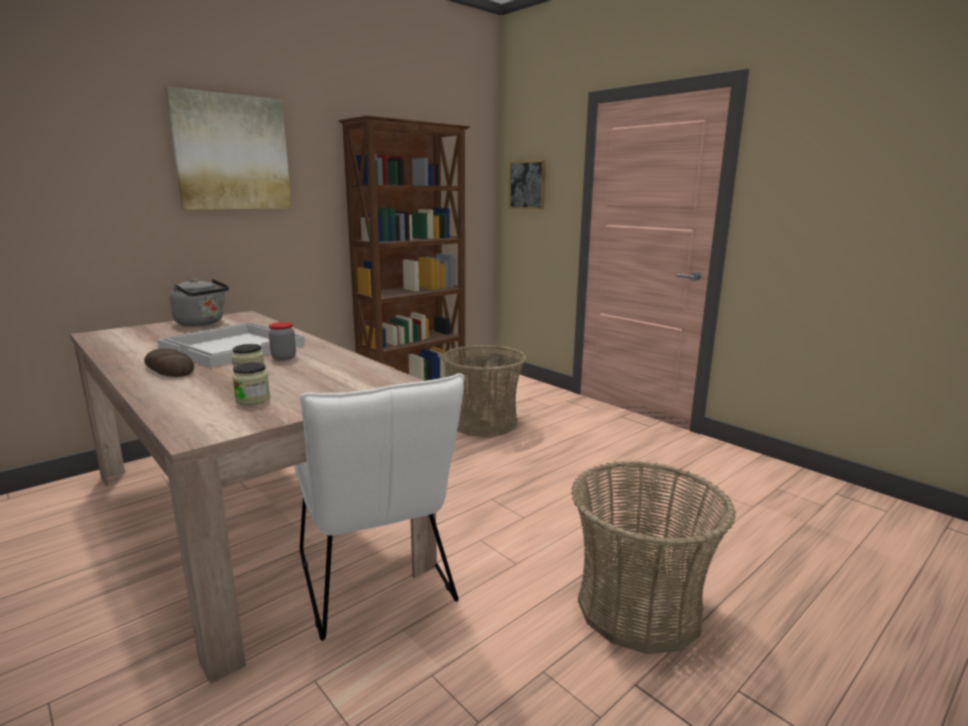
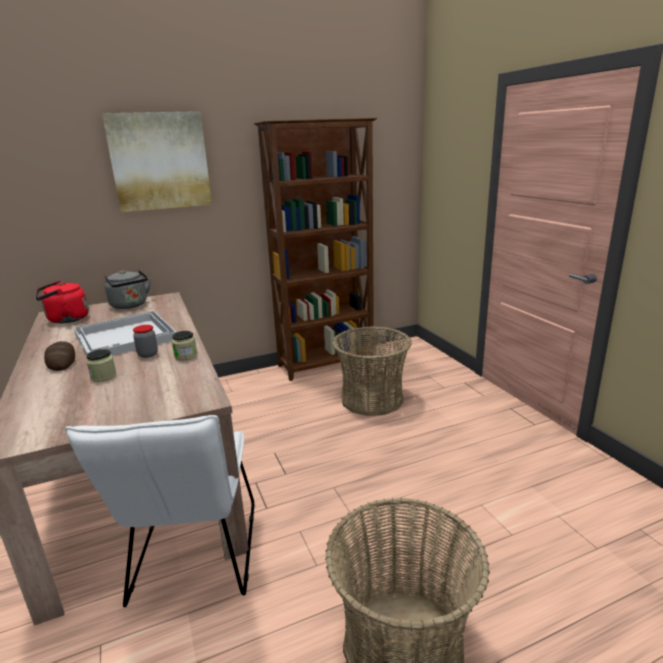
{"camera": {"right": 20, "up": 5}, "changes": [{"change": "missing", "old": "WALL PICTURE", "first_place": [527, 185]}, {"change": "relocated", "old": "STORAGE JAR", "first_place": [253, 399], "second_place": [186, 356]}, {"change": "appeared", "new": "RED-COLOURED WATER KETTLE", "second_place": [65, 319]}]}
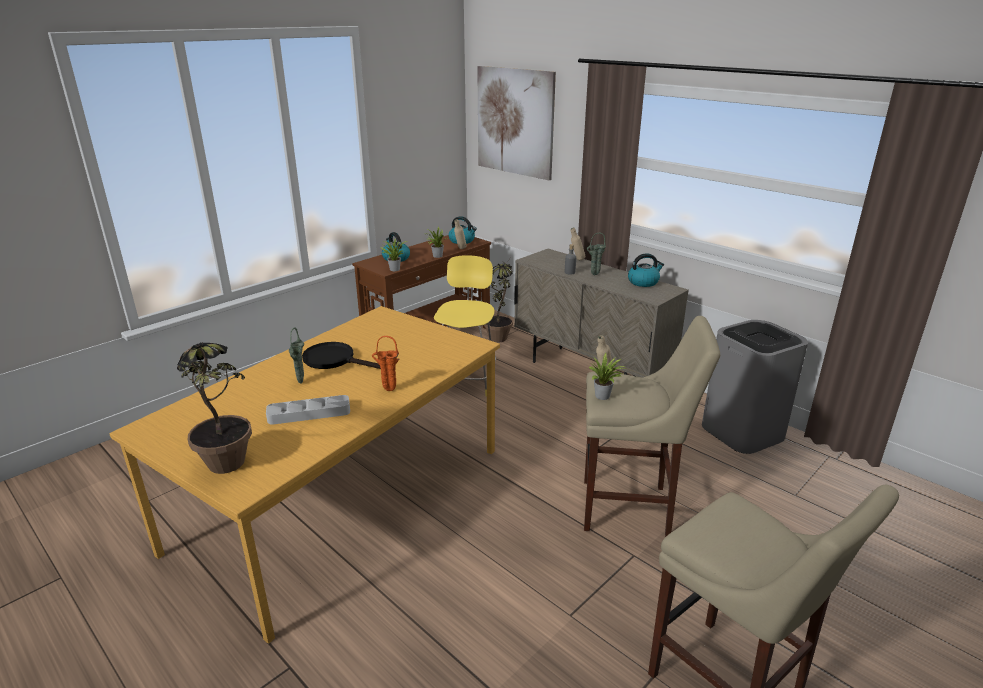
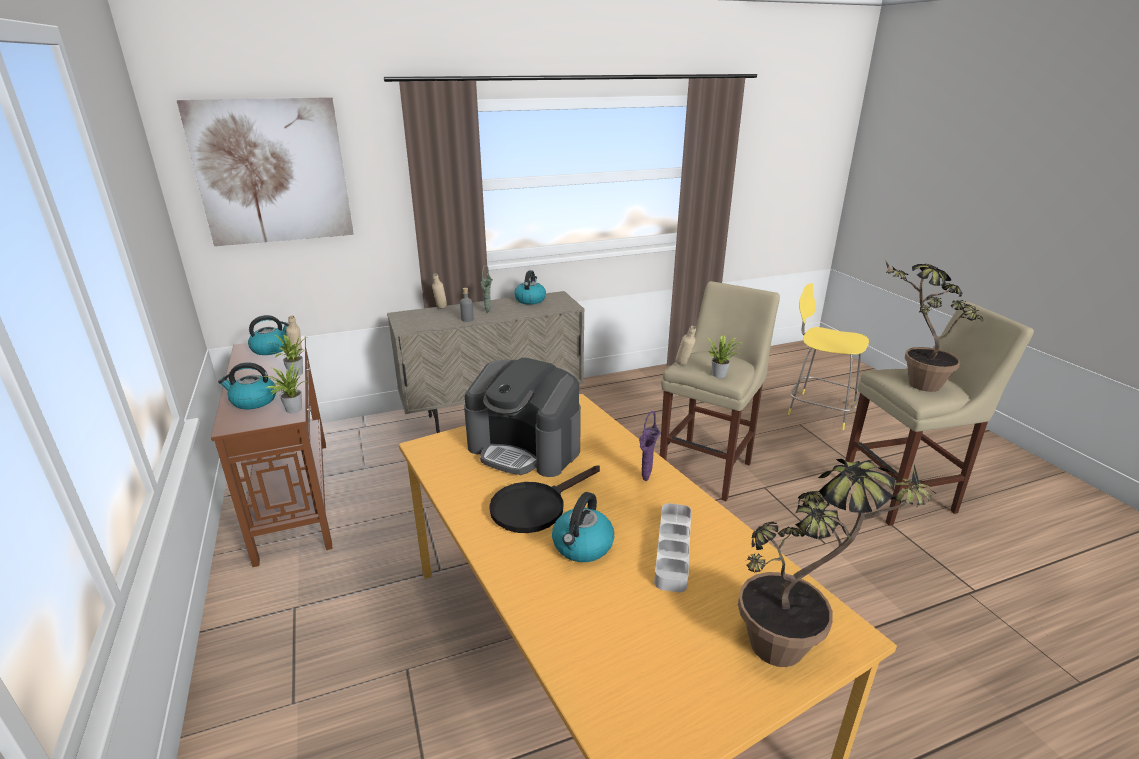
{"camera": {"right": -65, "up": 0}, "changes": [{"change": "relocated", "old": "YELLOW SITTING STOOL", "first_place": [466, 380], "second_place": [818, 410]}, {"change": "relocated", "old": "HOUSEPLANT", "first_place": [500, 335], "second_place": [912, 381]}, {"change": "missing", "old": "GREY RUBBISH BIN", "first_place": [743, 432]}, {"change": "exchanged", "old": "GREEN DECORATIVE VASE", "new": "WATER KETTLE", "first_place": [301, 383], "second_place": [582, 546]}, {"change": "colour", "old": "ORANGE DECORATIVE VASE", "new": "PURPLE DECORATIVE VASE", "first_place": [388, 390], "second_place": [645, 480]}, {"change": "appeared", "new": "COFFEE MACHINE", "second_place": [525, 448]}]}
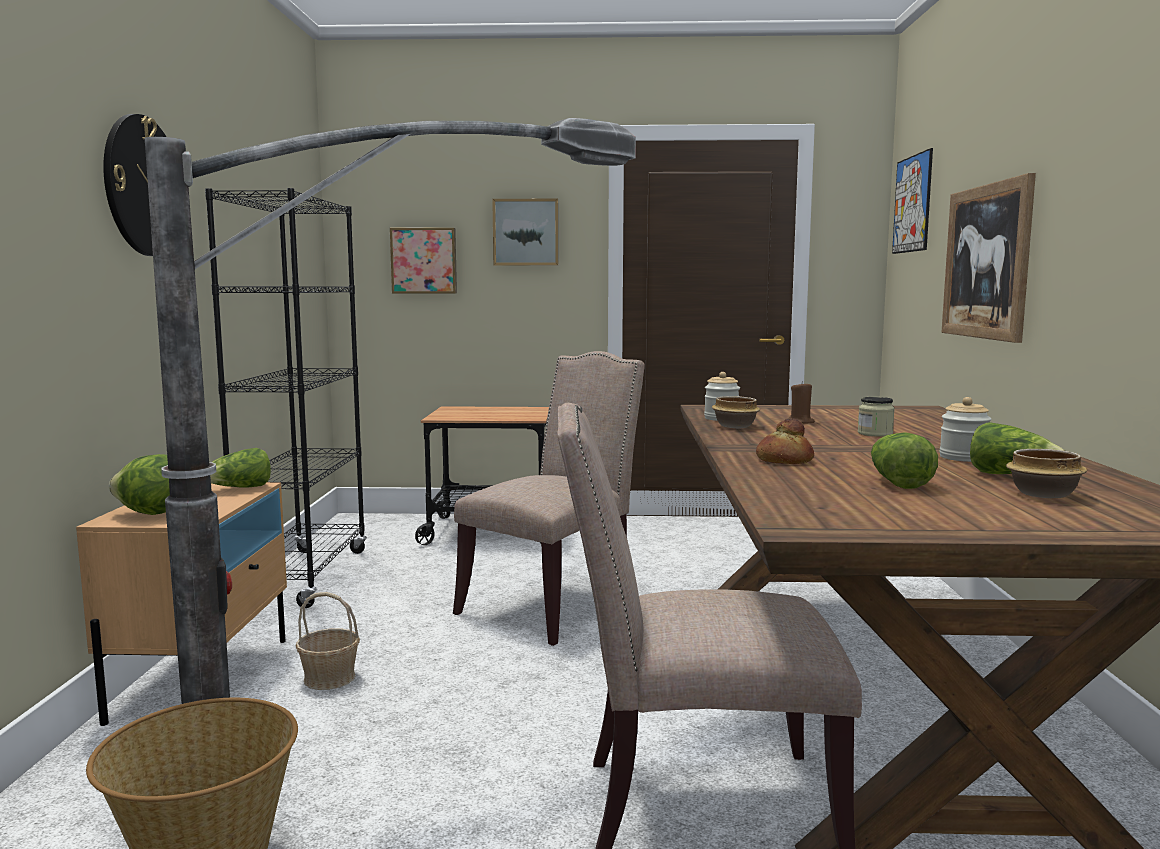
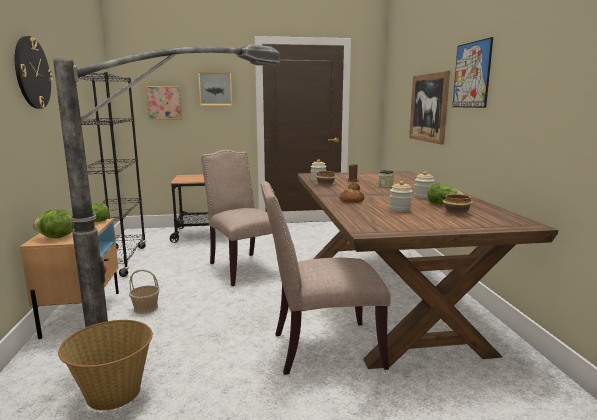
{"camera": {"right": -10, "up": 5}, "changes": [{"change": "relocated", "old": "WALL PICTURE", "first_place": [912, 204], "second_place": [471, 75]}, {"change": "spun", "old": "BEIGE PLAIN CHAIR", "first_place": [553, 604], "second_place": [243, 267], "degrees": -60}, {"change": "exchanged", "old": "HEAD OF LETTUCE", "new": "STORAGE JAR", "first_place": [897, 482], "second_place": [400, 209]}]}
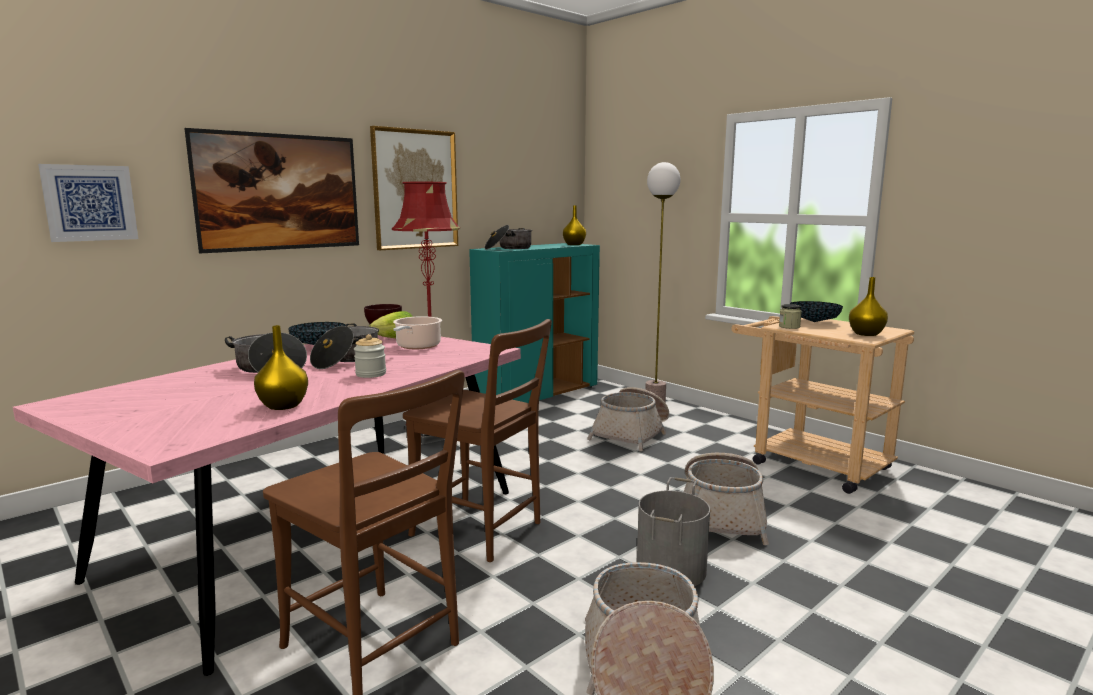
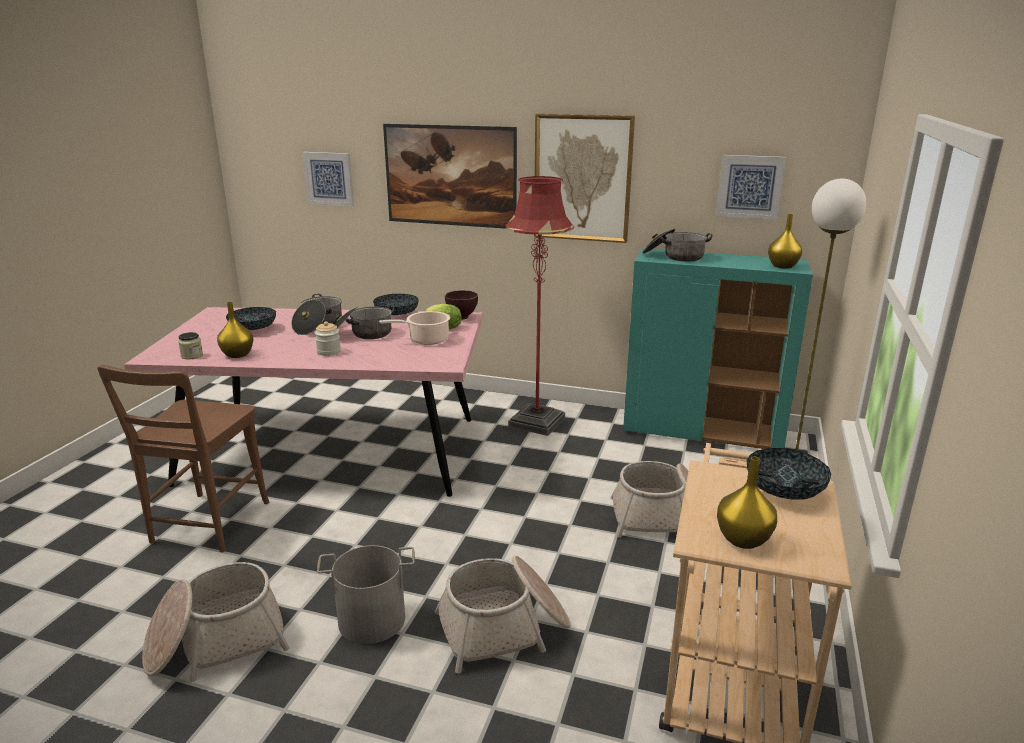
{"camera": {"right": 60, "up": 10}, "changes": [{"change": "relocated", "old": "STORAGE JAR", "first_place": [789, 327], "second_place": [192, 356]}, {"change": "missing", "old": "BROWN-COLOURED PLAIN CHAIR", "first_place": [482, 531]}, {"change": "appeared", "new": "WALL PICTURE", "second_place": [750, 186]}, {"change": "appeared", "new": "BOWL", "second_place": [253, 330]}]}
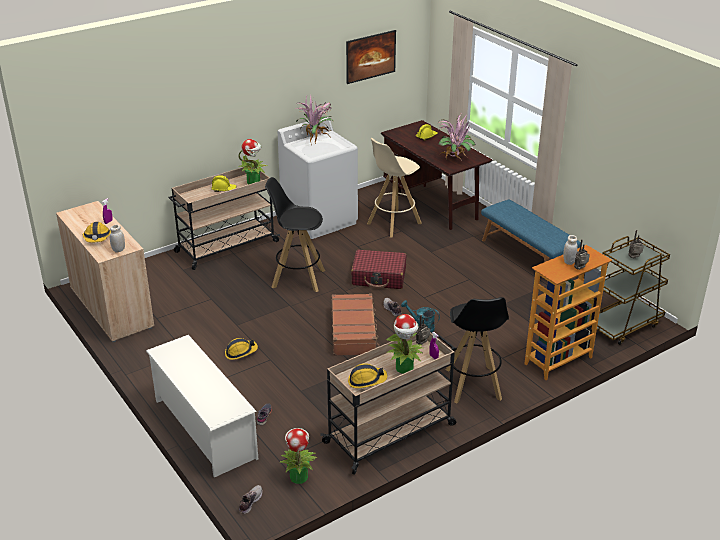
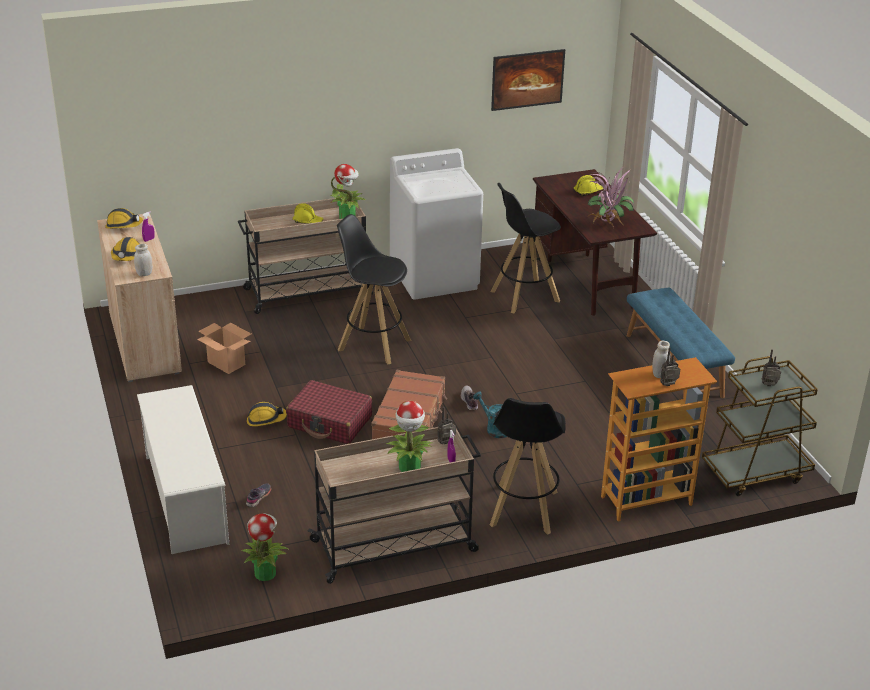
{"camera": {"right": 15, "up": 0}, "changes": [{"change": "missing", "old": "HOUSEPLANT", "first_place": [316, 139]}, {"change": "colour", "old": "BEIGE SITTING STOOL", "new": "BLACK SITTING STOOL", "first_place": [393, 223], "second_place": [524, 296]}, {"change": "relocated", "old": "RED-COLOURED PIECE OF LUGGAGE", "first_place": [379, 277], "second_place": [330, 422]}, {"change": "relocated", "old": "HARD HAT", "first_place": [366, 380], "second_place": [123, 225]}, {"change": "missing", "old": "LOW SHOE", "first_place": [250, 502]}, {"change": "appeared", "new": "CARTON", "second_place": [226, 363]}]}
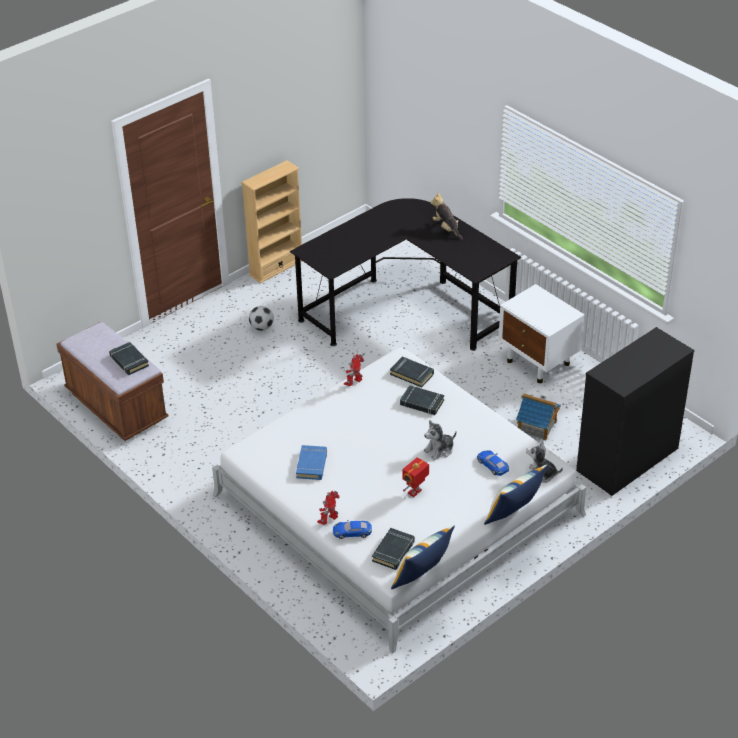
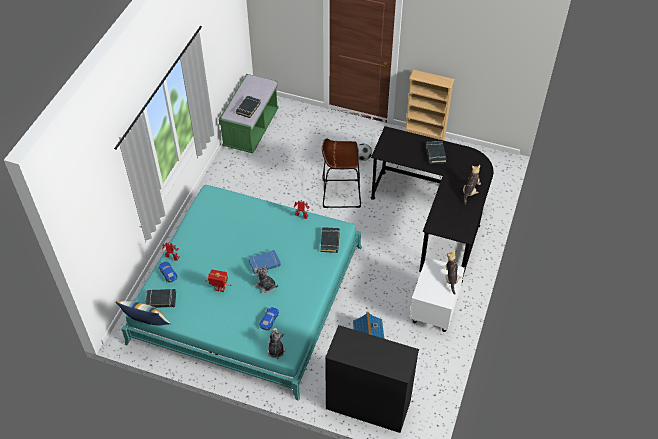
{"camera": {"right": 60, "up": 10}, "changes": [{"change": "colour", "old": "BROWN-COLOURED INDOOR BENCH", "new": "GREEN INDOOR BENCH", "first_place": [116, 406], "second_place": [251, 129]}, {"change": "colour", "old": "WHITISH SLEEPING BED", "new": "TURQUOISE-COLOURED SLEEPING BED", "first_place": [397, 504], "second_place": [248, 293]}, {"change": "relocated", "old": "BLACK BOOK", "first_place": [421, 403], "second_place": [435, 154]}, {"change": "relocated", "old": "BLUE-COLOURED BOOK", "first_place": [312, 465], "second_place": [264, 263]}, {"change": "missing", "old": "PILLOW", "first_place": [513, 515]}, {"change": "appeared", "new": "BROWN-COLOURED SITTING STOOL", "second_place": [341, 193]}, {"change": "appeared", "new": "SOFT TOY", "second_place": [451, 278]}]}
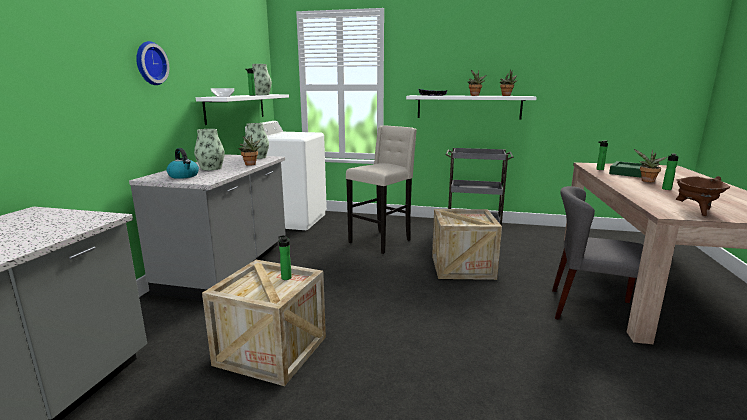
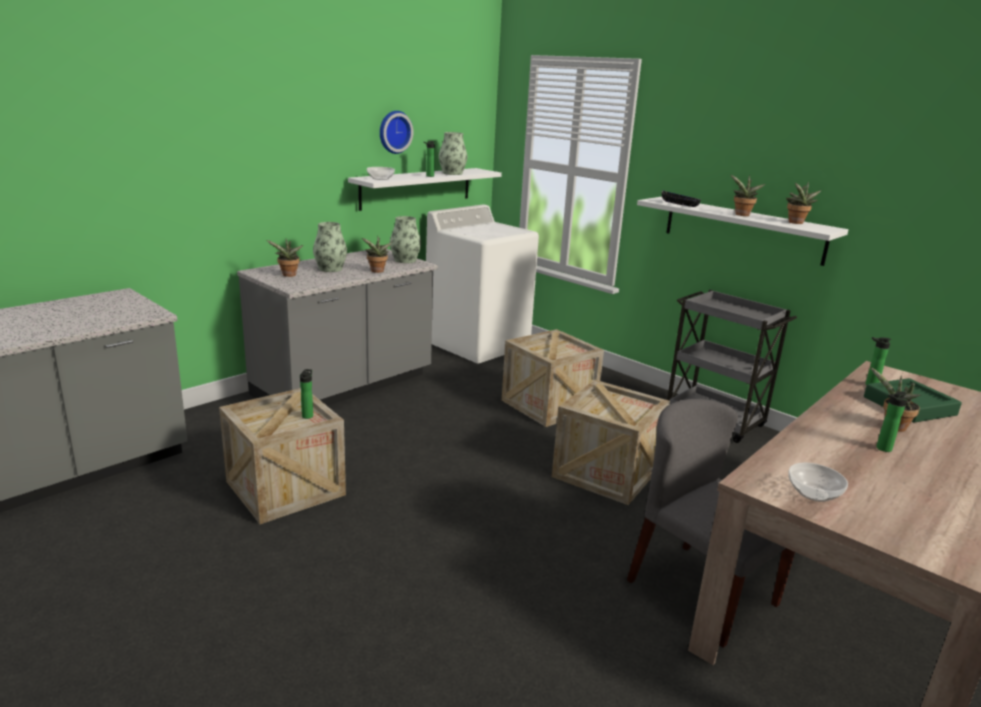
{"camera": {"right": 30, "up": 5}, "changes": [{"change": "relocated", "old": "WALL CLOCK", "first_place": [149, 63], "second_place": [394, 132]}, {"change": "exchanged", "old": "BEIGE SITTING STOOL", "new": "SHIPPING CRATE", "first_place": [381, 241], "second_place": [548, 405]}, {"change": "exchanged", "old": "WATER KETTLE", "new": "HOUSEPLANT", "first_place": [184, 176], "second_place": [288, 275]}, {"change": "exchanged", "old": "BROWN-COLOURED STOCKPOT", "new": "BOWL", "first_place": [696, 211], "second_place": [813, 493]}]}
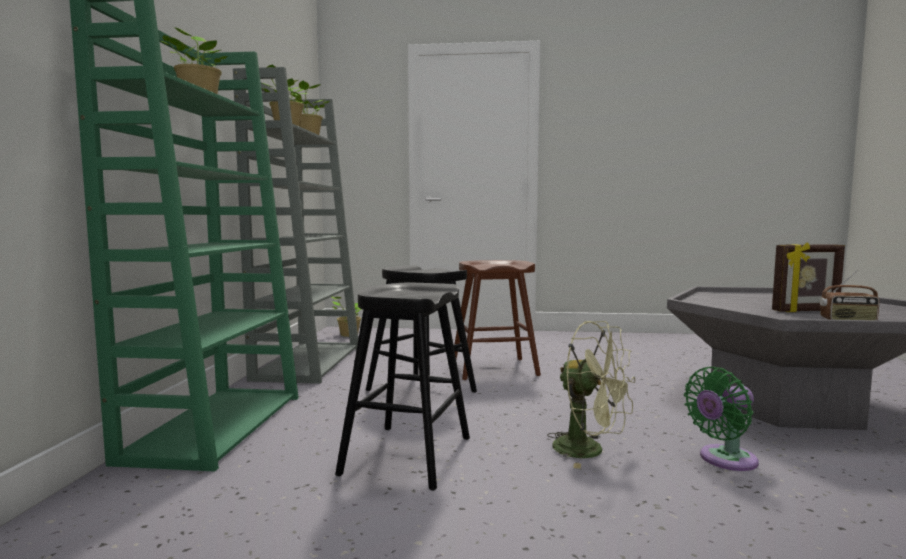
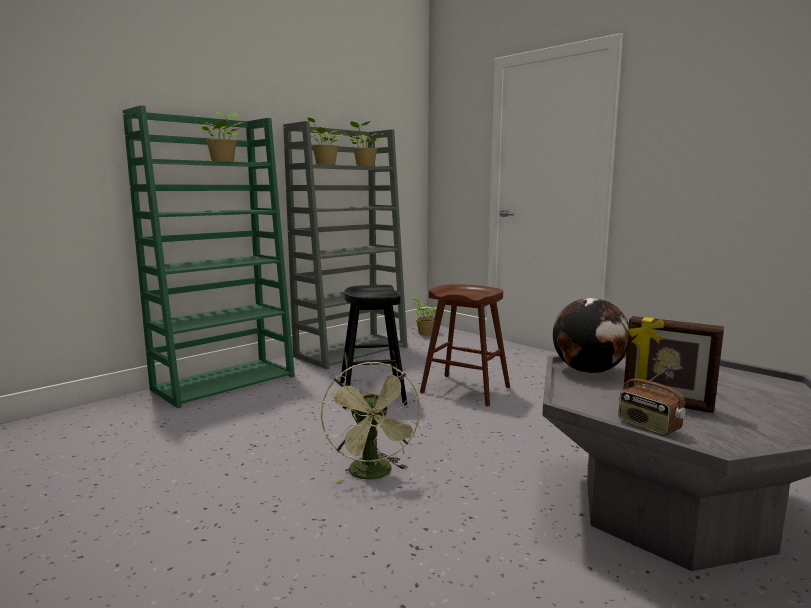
{"camera": {"right": 40, "up": 5}, "changes": [{"change": "missing", "old": "BLACK SITTING STOOL", "first_place": [407, 456]}, {"change": "missing", "old": "GREEN FAN", "first_place": [724, 460]}, {"change": "appeared", "new": "GLOBE", "second_place": [588, 371]}]}
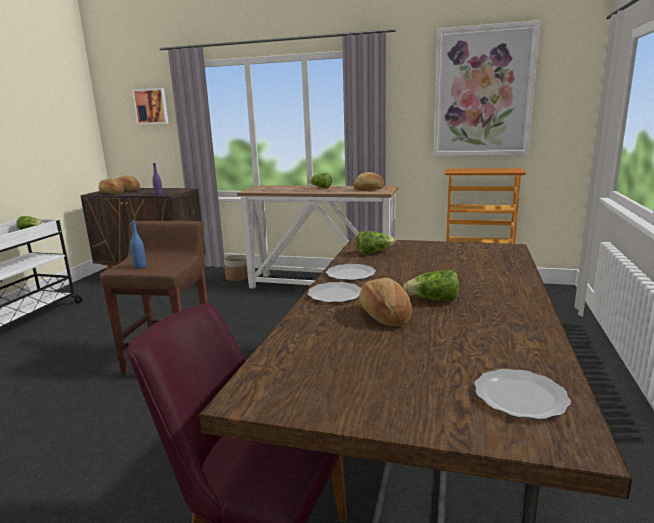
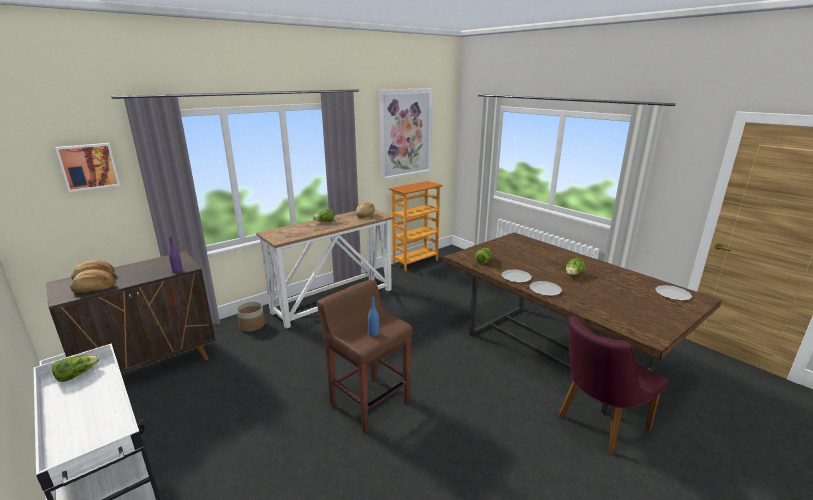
{"camera": {"right": -55, "up": 5}, "changes": [{"change": "missing", "old": "BREAD", "first_place": [385, 315]}]}
